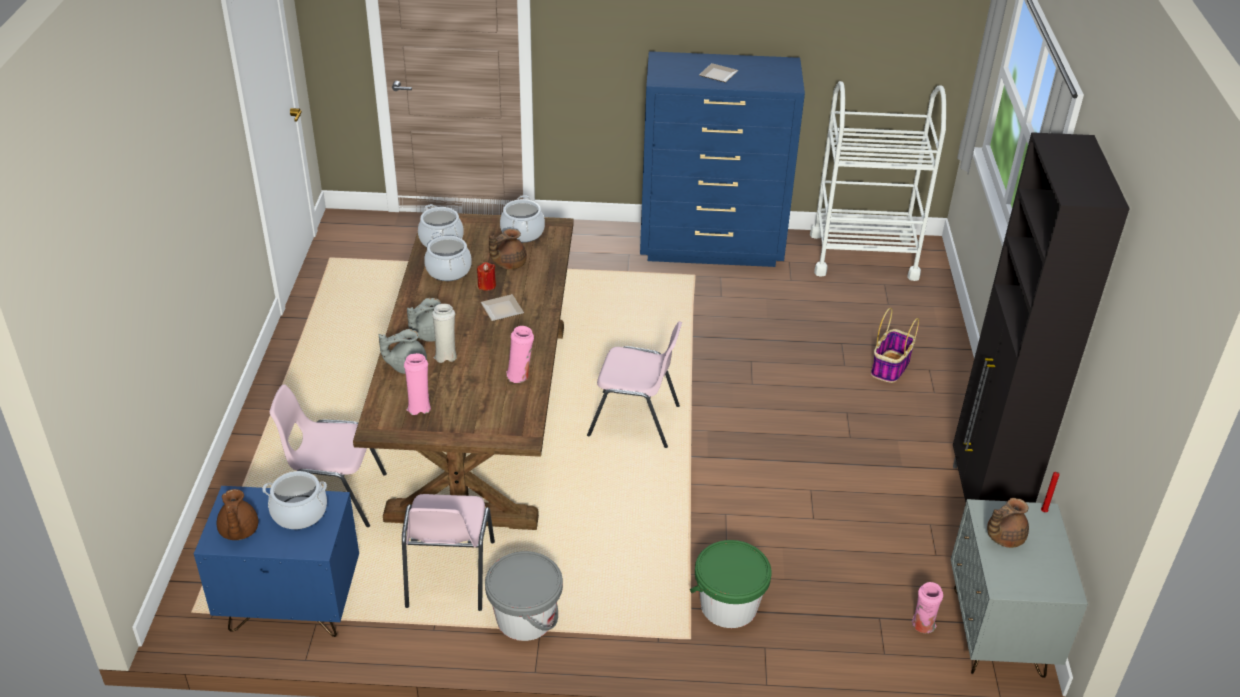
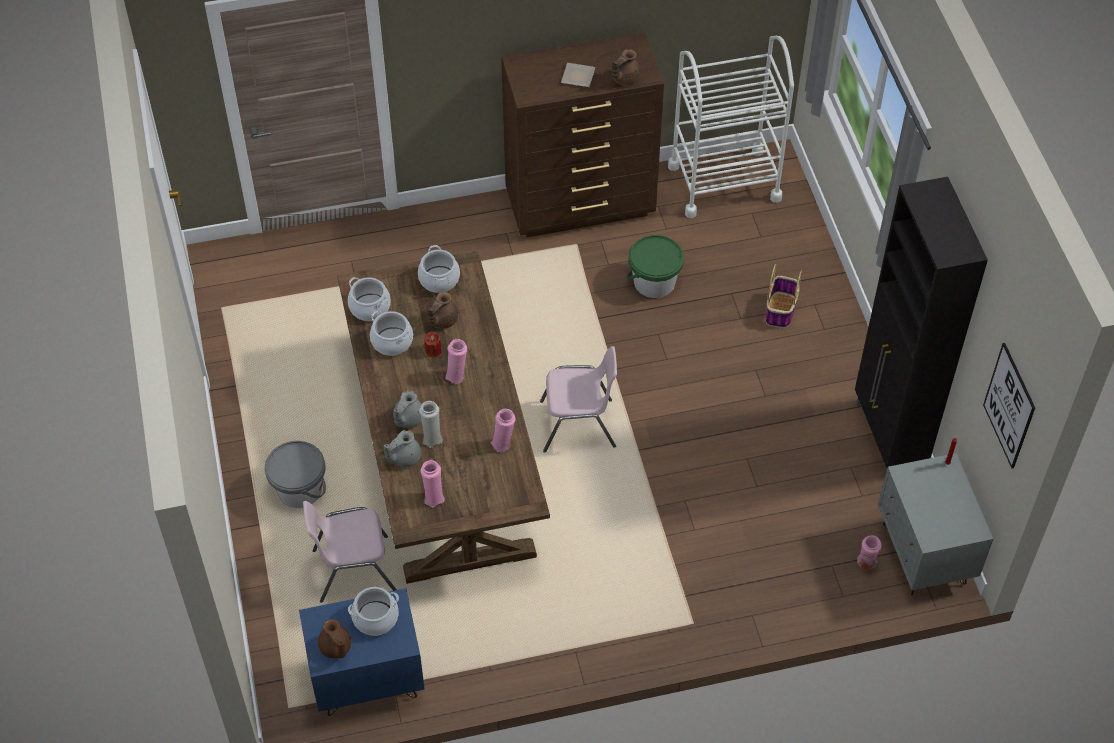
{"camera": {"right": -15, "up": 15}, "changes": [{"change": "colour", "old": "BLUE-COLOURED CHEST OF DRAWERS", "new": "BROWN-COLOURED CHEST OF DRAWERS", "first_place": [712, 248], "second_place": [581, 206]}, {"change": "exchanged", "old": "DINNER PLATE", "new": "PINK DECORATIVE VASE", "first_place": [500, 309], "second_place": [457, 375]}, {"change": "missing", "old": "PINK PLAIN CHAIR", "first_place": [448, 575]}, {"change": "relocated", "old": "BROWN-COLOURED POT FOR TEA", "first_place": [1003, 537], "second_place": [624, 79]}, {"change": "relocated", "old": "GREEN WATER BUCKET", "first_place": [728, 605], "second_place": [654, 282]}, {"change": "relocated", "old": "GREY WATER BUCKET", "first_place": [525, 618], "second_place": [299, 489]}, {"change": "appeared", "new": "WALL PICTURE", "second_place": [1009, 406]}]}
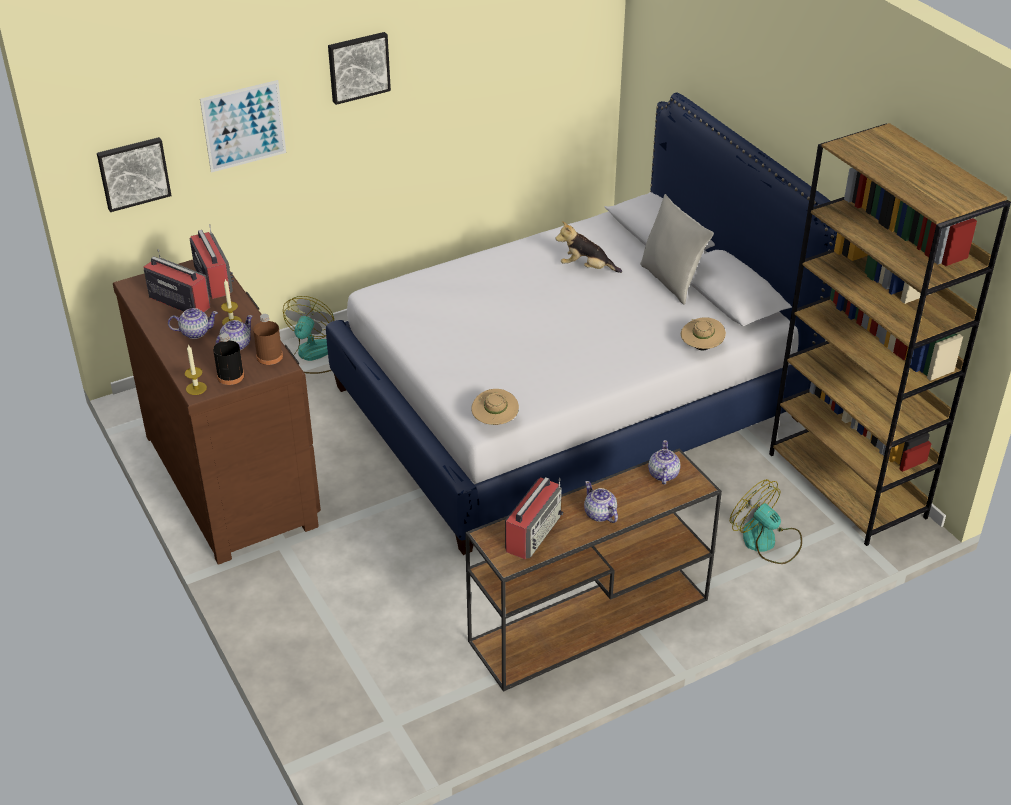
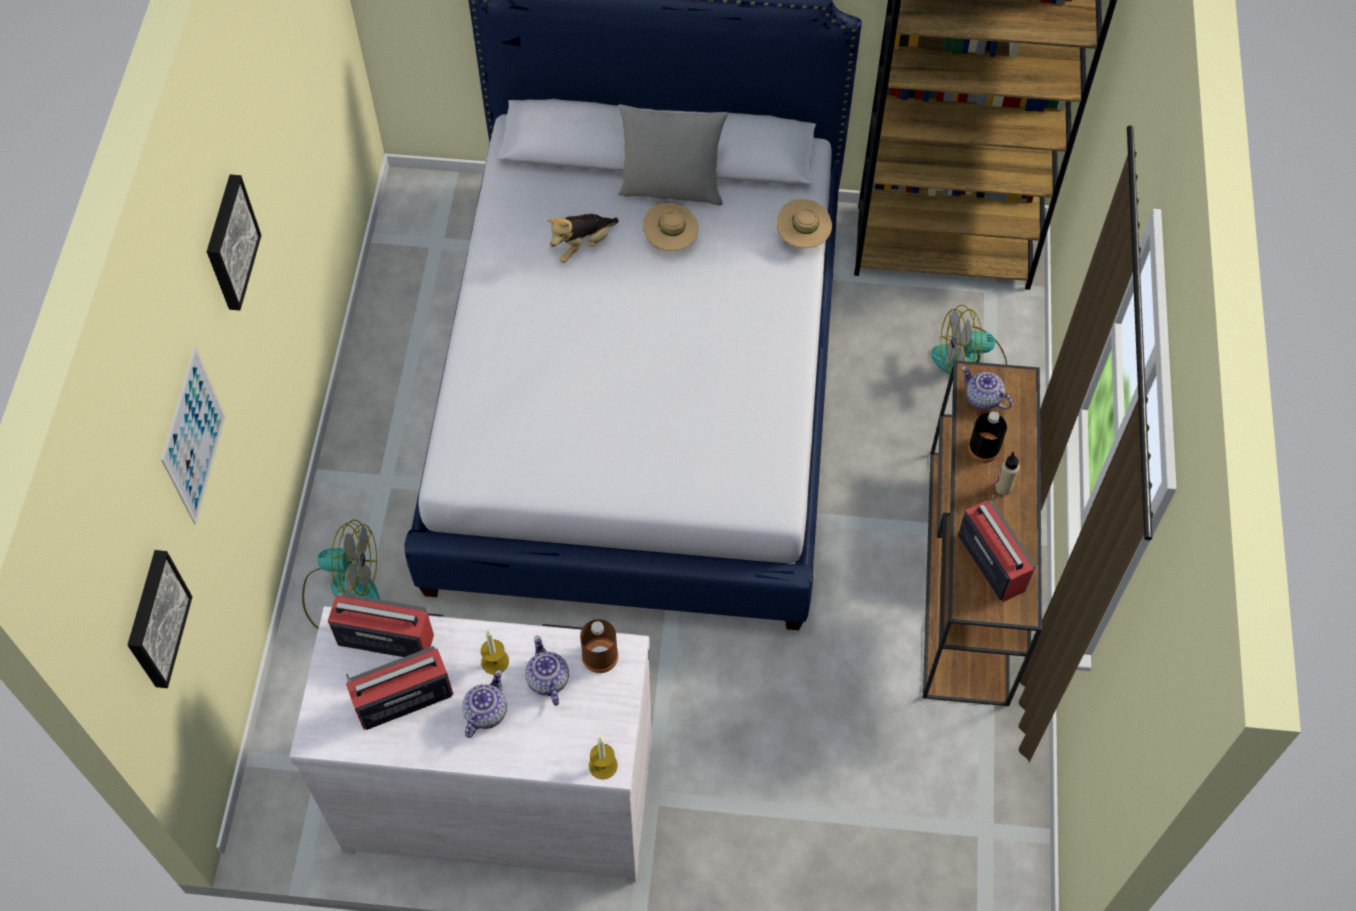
{"camera": {"right": -55, "up": 20}, "changes": [{"change": "colour", "old": "BROWN-COLOURED CHEST OF DRAWERS", "new": "WHITISH CHEST OF DRAWERS", "first_place": [233, 478], "second_place": [499, 792]}, {"change": "spun", "old": "FAN", "first_place": [312, 356], "second_place": [343, 590], "degrees": 135}, {"change": "relocated", "old": "BLACK BOTTLE", "first_place": [230, 376], "second_place": [984, 448]}, {"change": "relocated", "old": "BEIGE HAT", "first_place": [495, 421], "second_place": [670, 240]}, {"change": "exchanged", "old": "POT FOR TEA", "new": "BEIGE BOTTLE", "first_place": [600, 514], "second_place": [1003, 488]}]}
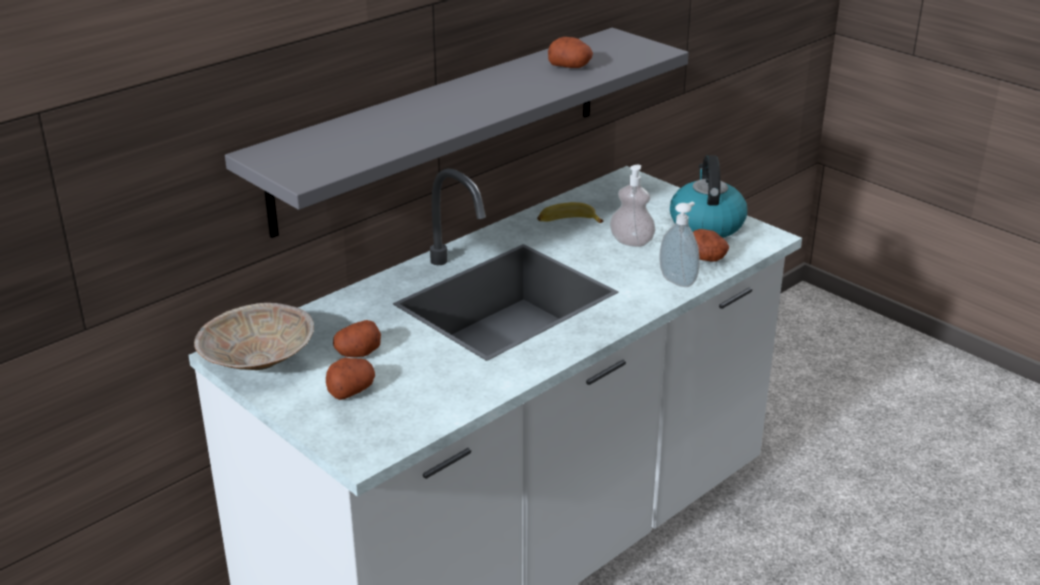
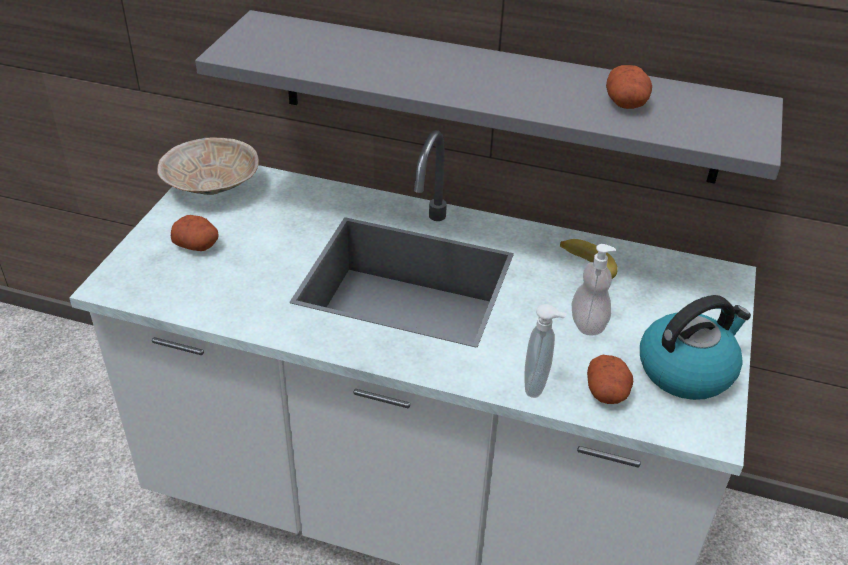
{"camera": {"right": 60, "up": 10}, "changes": [{"change": "missing", "old": "POTATO", "first_place": [358, 353]}]}
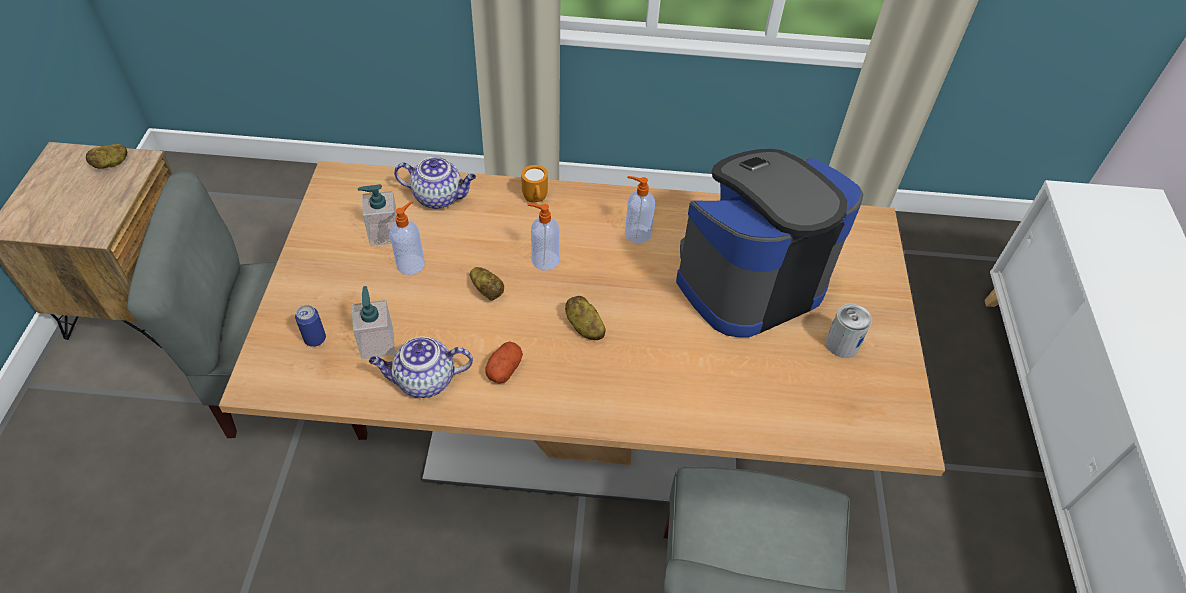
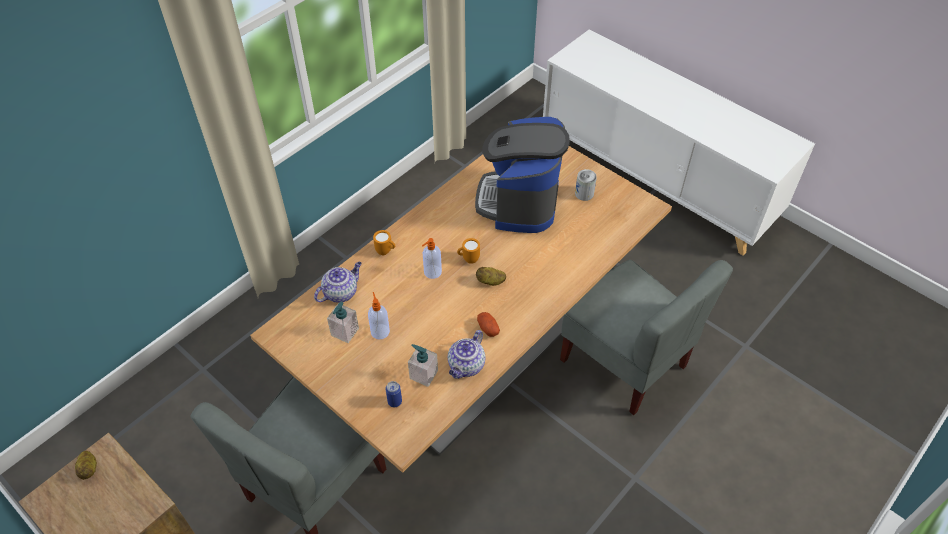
{"camera": {"right": -50, "up": 0}, "changes": [{"change": "missing", "old": "LIQUID SOAP BOTTLE", "first_place": [636, 233]}, {"change": "missing", "old": "POTATO", "first_place": [488, 290]}, {"change": "appeared", "new": "ORANGE TEA MUG", "second_place": [468, 259]}]}
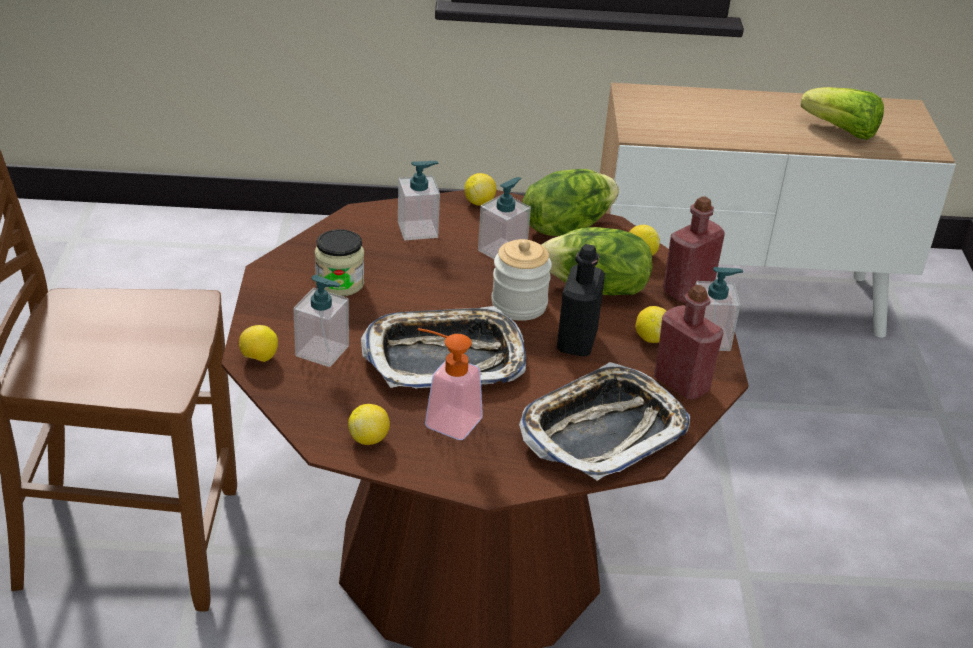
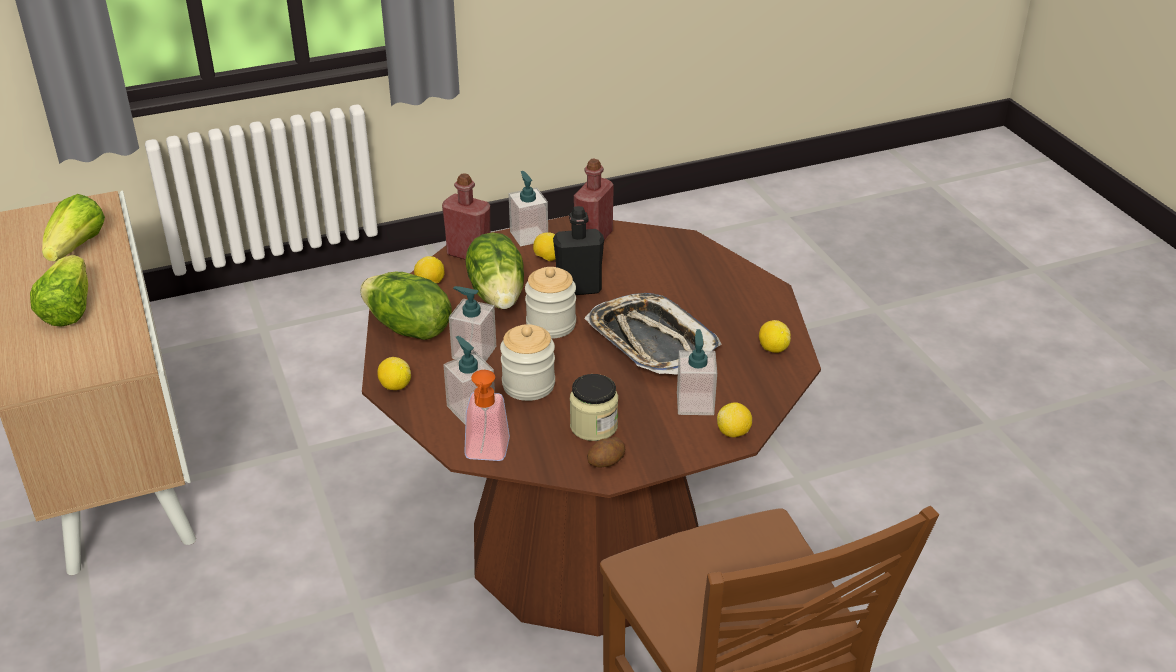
{"camera": {"right": -110, "up": 0}, "changes": [{"change": "relocated", "old": "LIQUID SOAP BOTTLE", "first_place": [444, 419], "second_place": [486, 454]}, {"change": "missing", "old": "TRAY", "first_place": [603, 430]}, {"change": "appeared", "new": "HEAD OF LETTUCE", "second_place": [68, 309]}, {"change": "appeared", "new": "STORAGE JAR", "second_place": [528, 385]}, {"change": "appeared", "new": "POTATO", "second_place": [606, 462]}]}
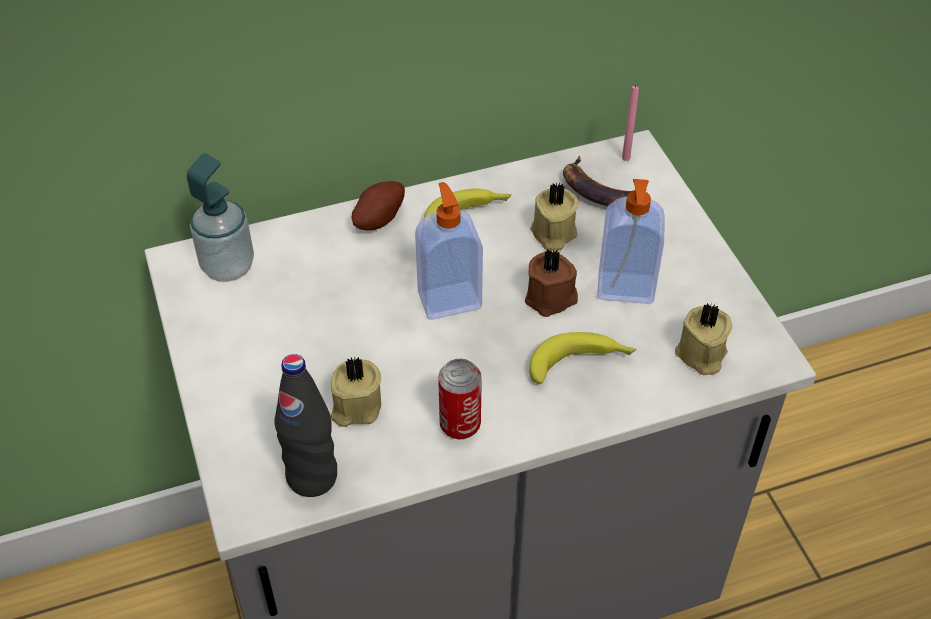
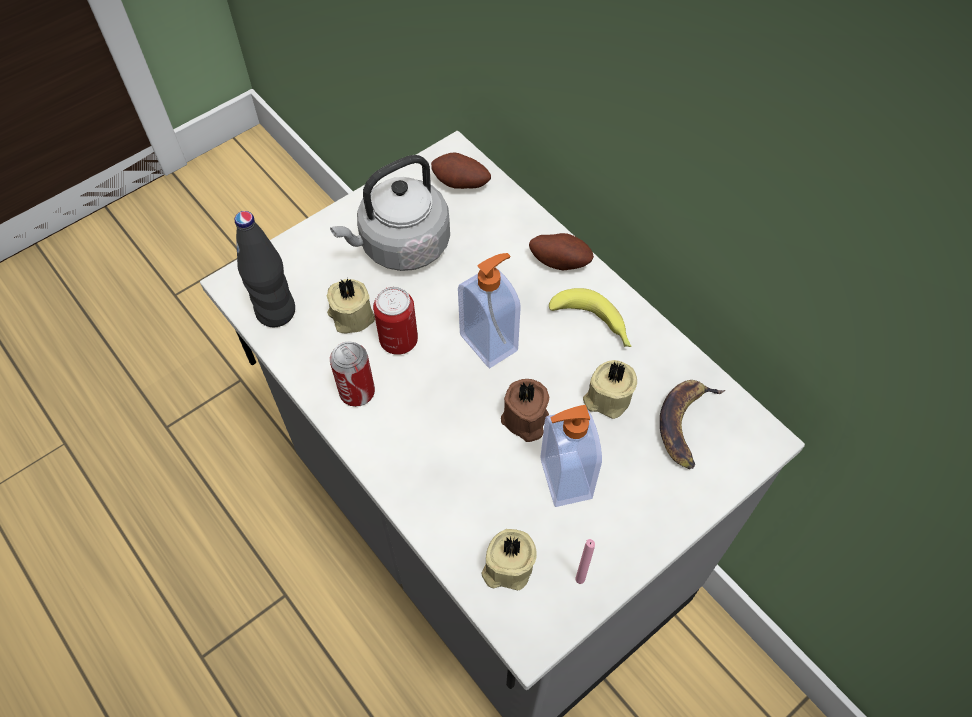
{"camera": {"right": 70, "up": 10}, "changes": [{"change": "relocated", "old": "PINK CANDLE", "first_place": [626, 158], "second_place": [580, 579]}, {"change": "exchanged", "old": "LIQUID SOAP BOTTLE", "new": "POTATO", "first_place": [228, 267], "second_place": [460, 184]}, {"change": "missing", "old": "WHOLE BANANA", "first_place": [581, 364]}, {"change": "appeared", "new": "GREY WATER KETTLE", "second_place": [401, 246]}, {"change": "appeared", "new": "METAL CAN", "second_place": [399, 340]}]}
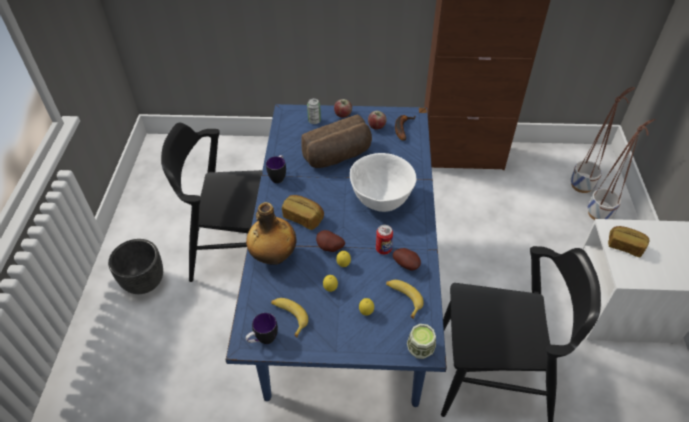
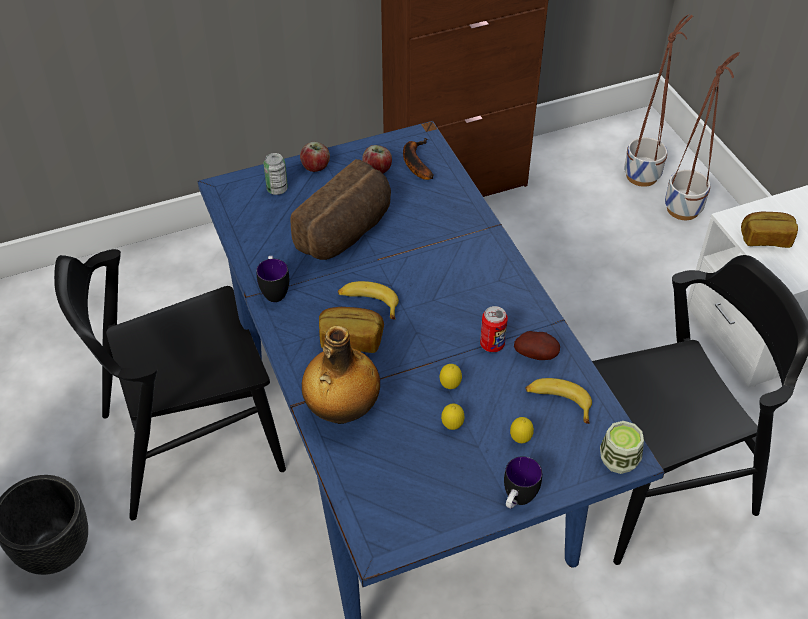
{"camera": {"right": -25, "up": 0}, "changes": [{"change": "missing", "old": "WHITISH BOWL", "first_place": [380, 199]}, {"change": "missing", "old": "POTATO", "first_place": [329, 248]}, {"change": "relocated", "old": "WHOLE BANANA", "first_place": [289, 316], "second_place": [368, 303]}, {"change": "relocated", "old": "TEA MUG", "first_place": [263, 340], "second_place": [517, 501]}]}
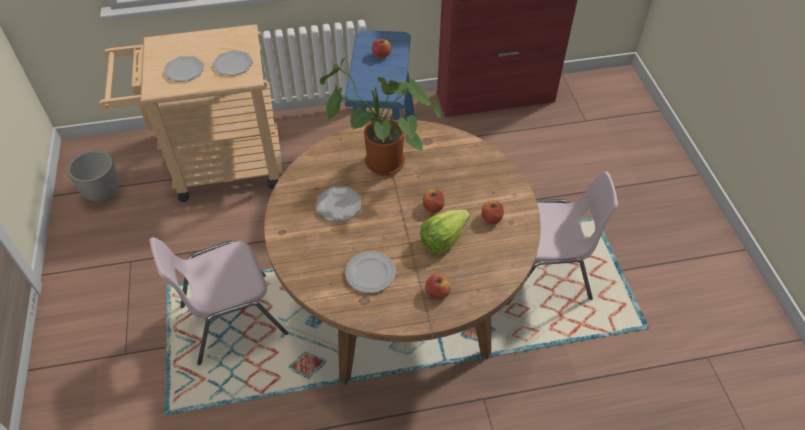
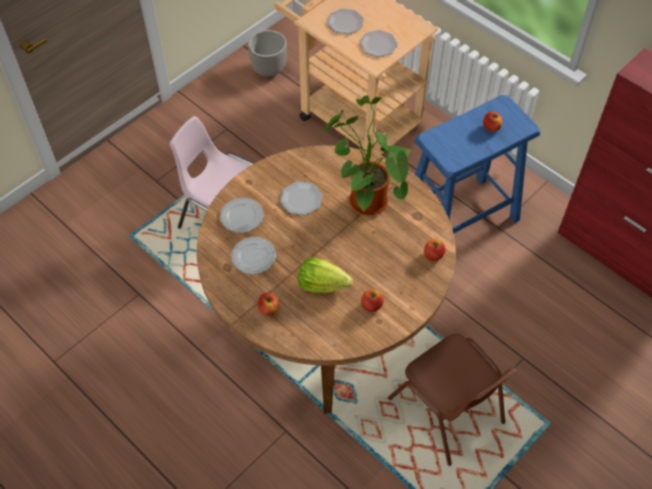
{"camera": {"right": 55, "up": 5}, "changes": [{"change": "colour", "old": "PINK PLAIN CHAIR", "new": "BROWN-COLOURED PLAIN CHAIR", "first_place": [544, 272], "second_place": [447, 411]}, {"change": "relocated", "old": "WHOLE APPLE", "first_place": [433, 207], "second_place": [433, 255]}, {"change": "appeared", "new": "DINNER PLATE", "second_place": [241, 216]}]}
